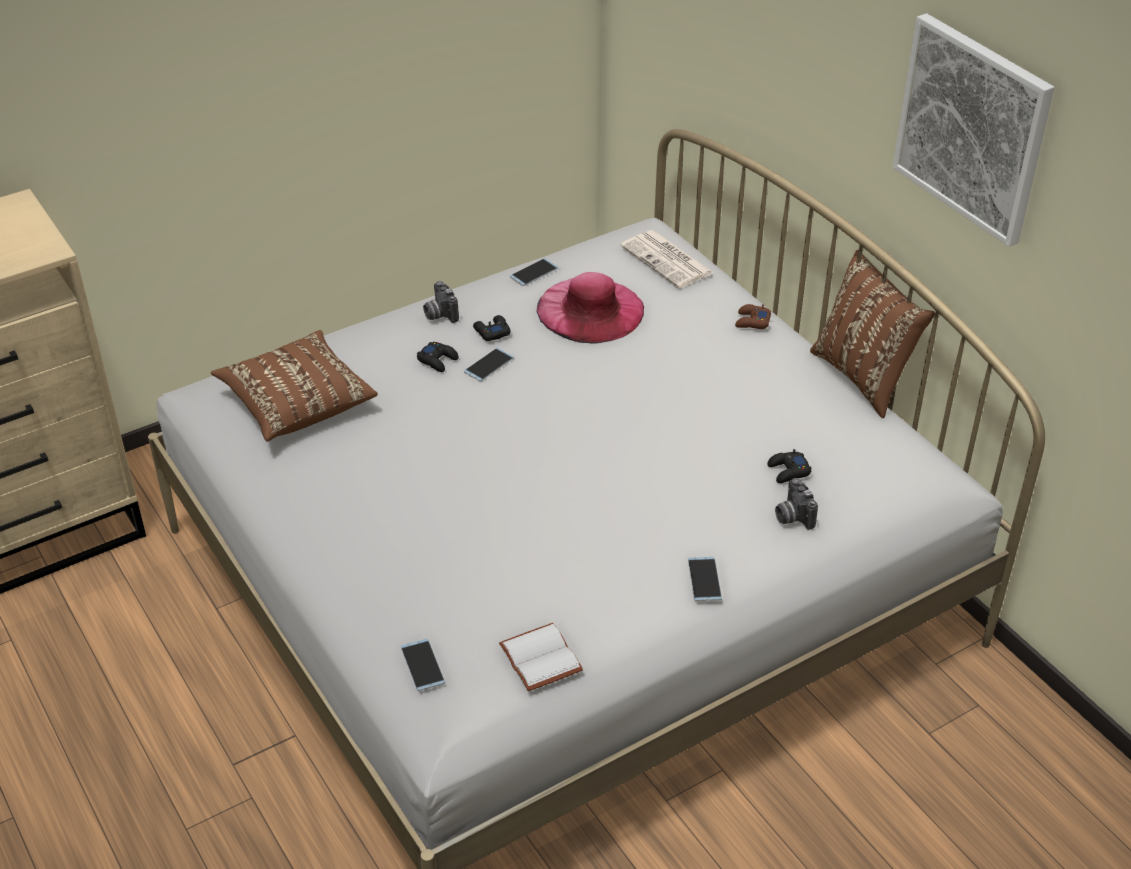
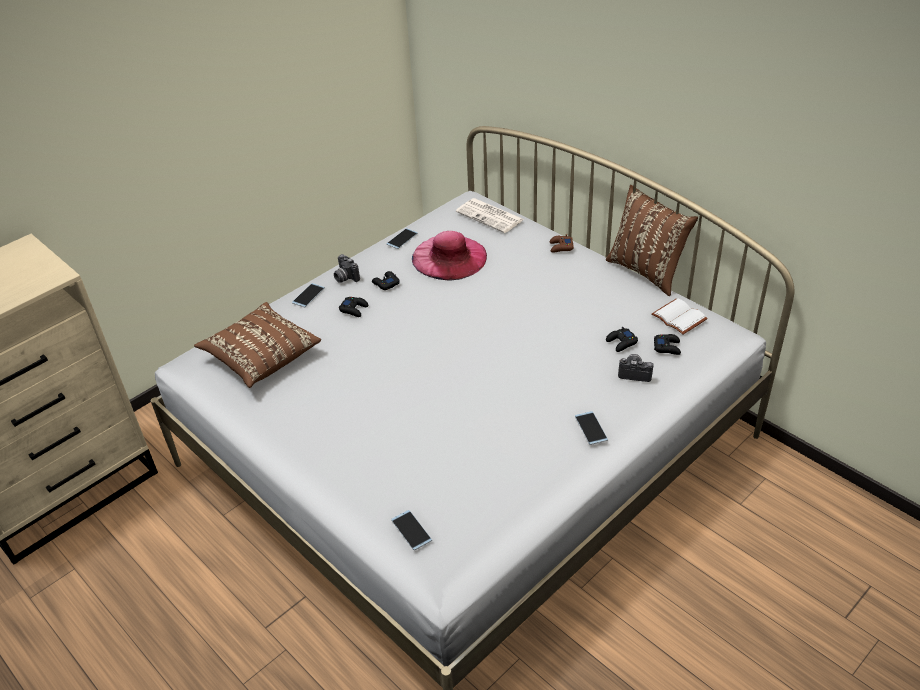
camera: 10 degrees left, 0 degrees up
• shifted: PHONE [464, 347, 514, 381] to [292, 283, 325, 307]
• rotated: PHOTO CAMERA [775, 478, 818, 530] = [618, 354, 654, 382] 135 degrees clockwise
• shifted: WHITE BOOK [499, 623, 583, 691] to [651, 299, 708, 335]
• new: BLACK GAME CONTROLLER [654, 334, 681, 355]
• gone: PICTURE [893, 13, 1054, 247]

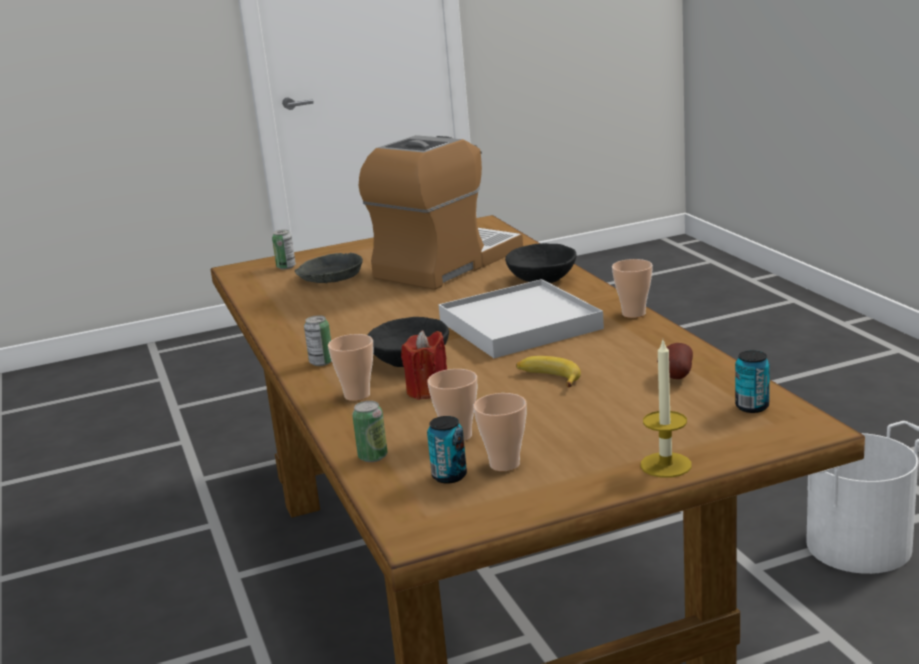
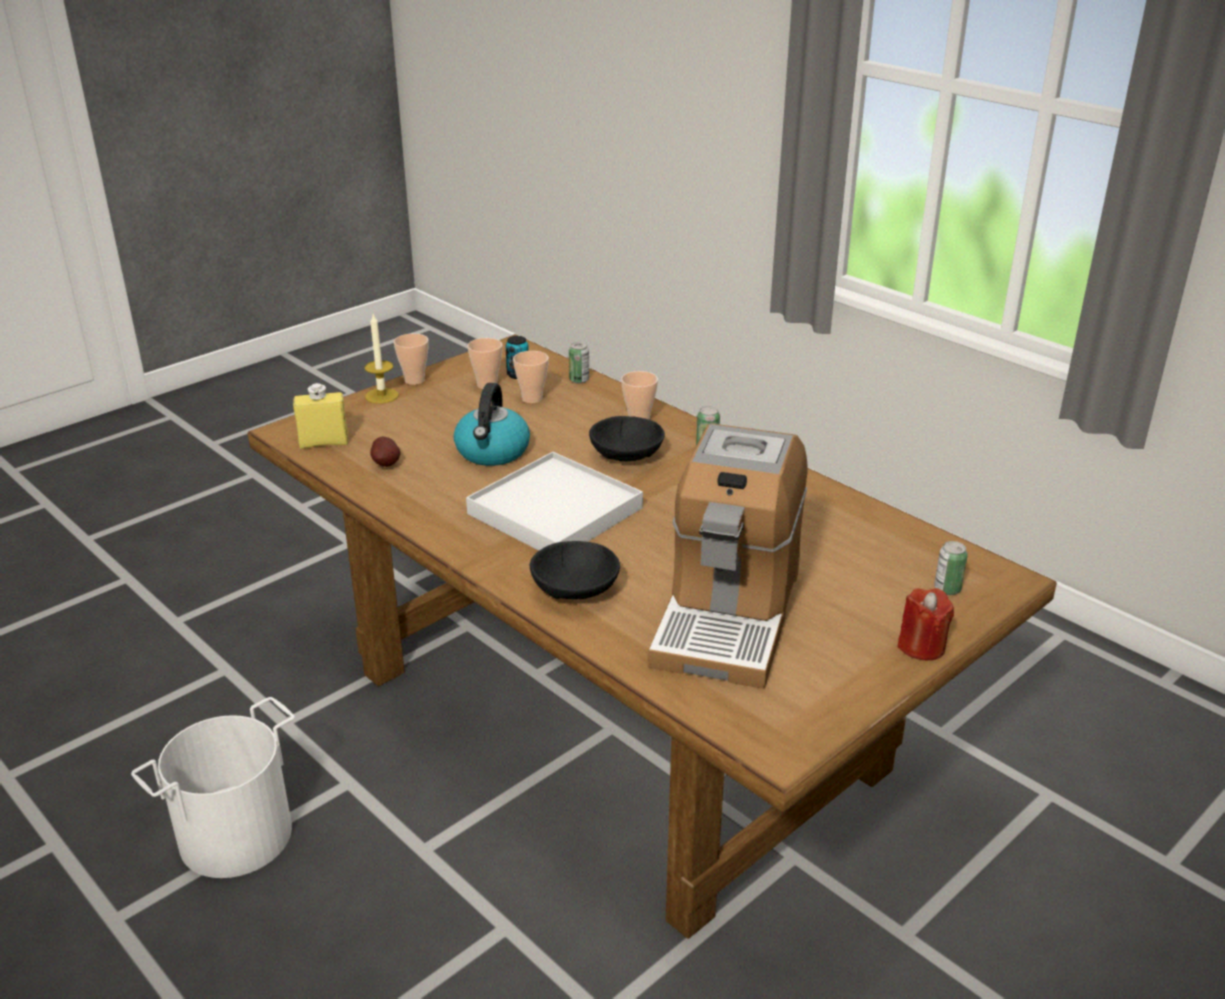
camera: 155 degrees right, 10 degrees up
• swapped: CAN [735, 350, 770, 413] to YELLOW BOTTLE [293, 383, 348, 449]
• shifted: CUP [612, 259, 653, 318] to [394, 334, 429, 385]
• swapped: BANANA [516, 356, 581, 387] to KETTLE [454, 383, 530, 466]
• shifted: RED CANDLE [401, 330, 447, 400] to [897, 588, 954, 661]
• gone: GREY BOWL [295, 253, 363, 283]

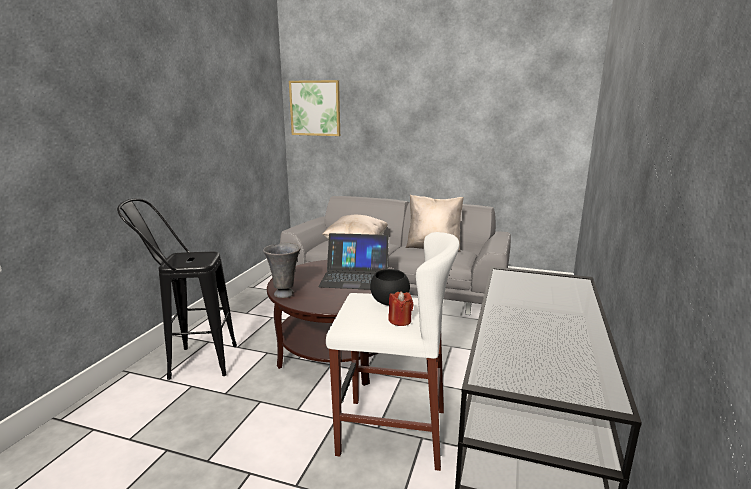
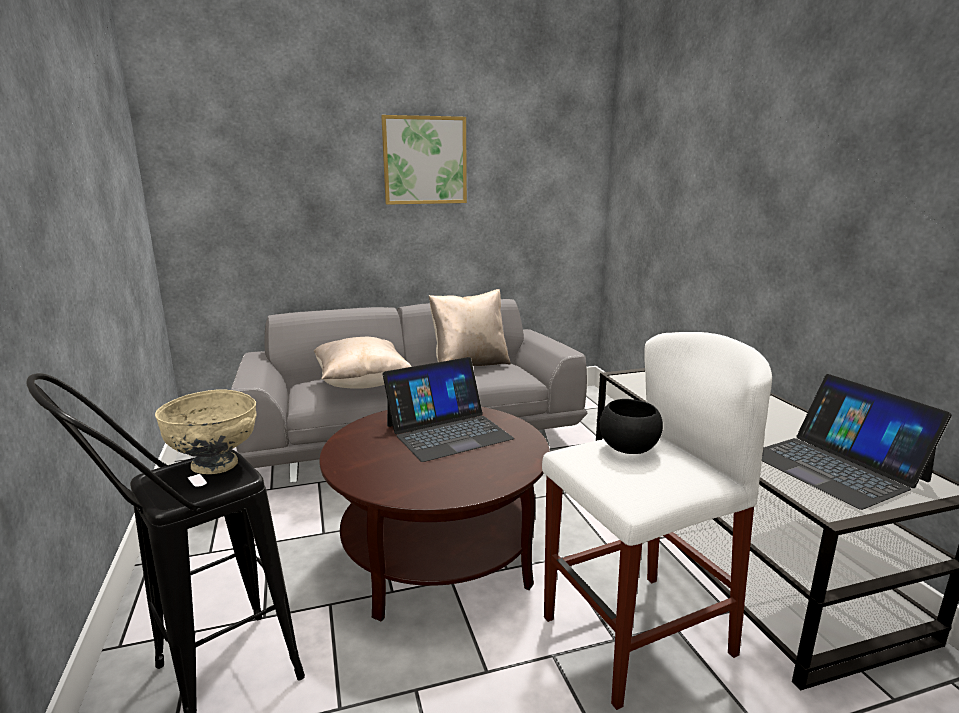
camera: 35 degrees left, 0 degrees up
• new: BEIGE BOWL [155, 389, 257, 474]
• shifted: PICTURE [289, 80, 340, 136] to [381, 115, 467, 205]
• new: LAPTOP [762, 374, 952, 510]
• gone: GREY VASE [263, 243, 301, 298]
• gone: RED CANDLE [388, 291, 414, 326]

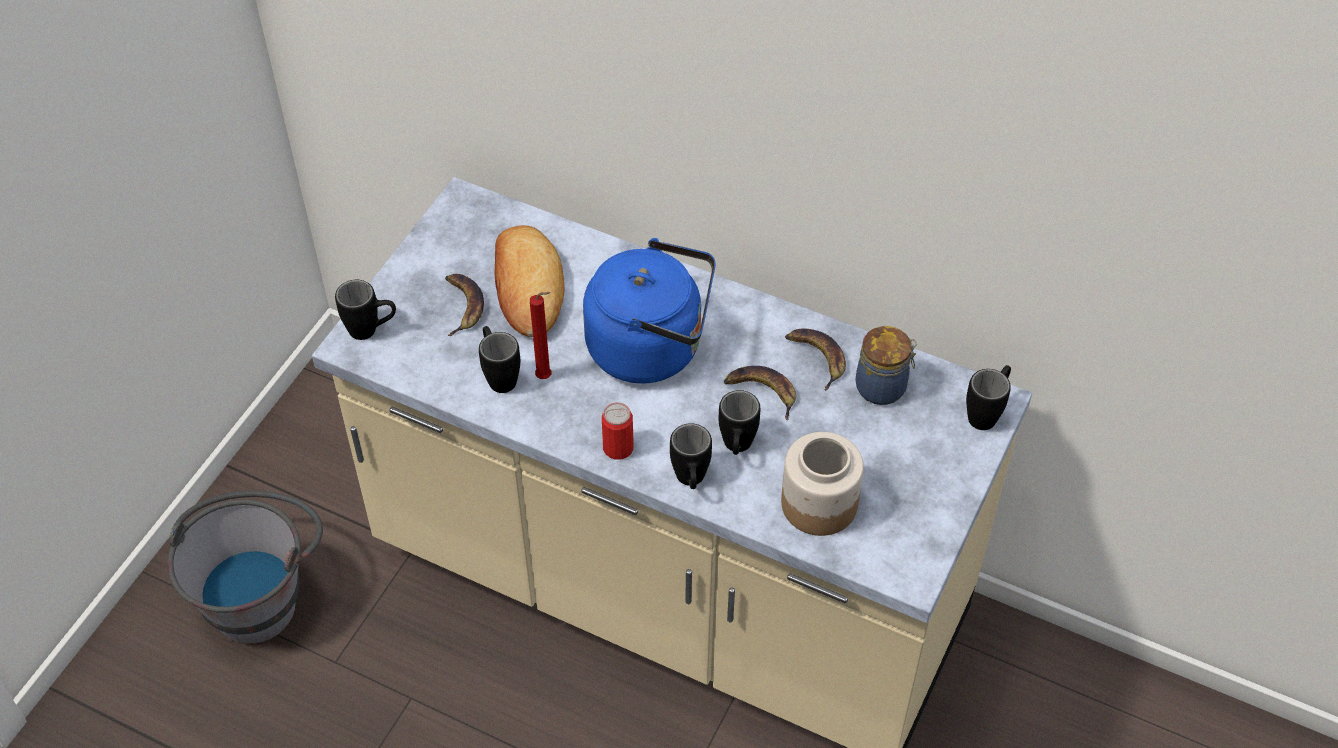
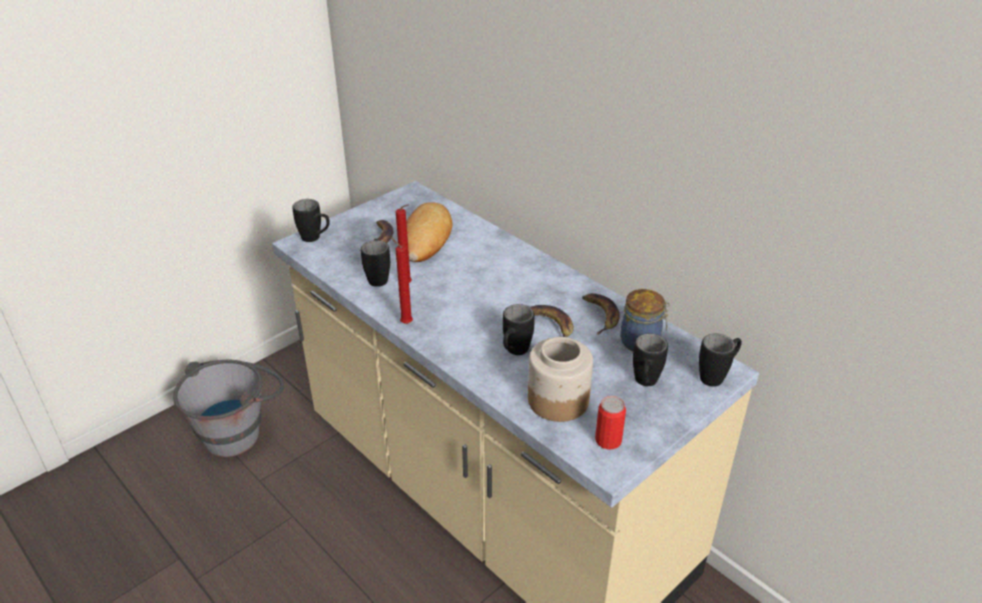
camera: 20 degrees right, 15 degrees down
• new: RED CANDLE [390, 237, 413, 324]
• shifted: CAN [602, 402, 634, 460] to [595, 396, 626, 449]
• shifted: BLACK MUG [670, 423, 712, 489] to [633, 333, 668, 386]
• gone: BLUE KETTLE [583, 238, 715, 384]

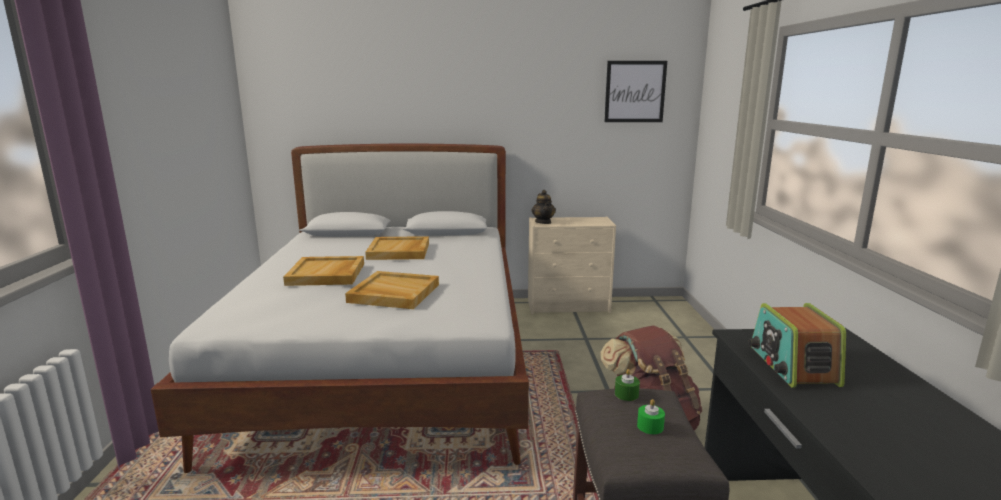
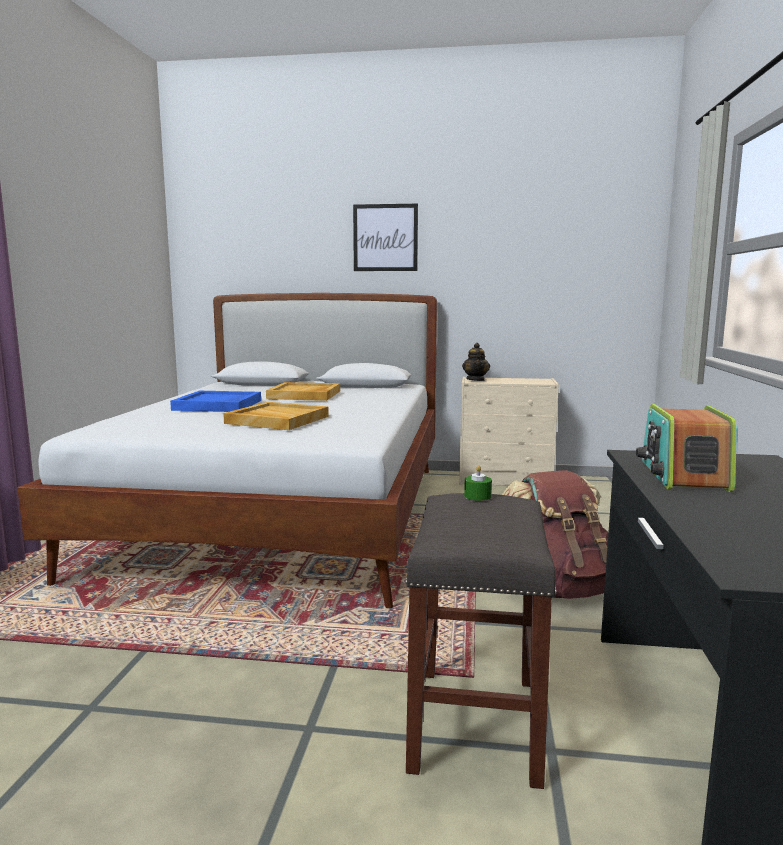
camera: 10 degrees right, 5 degrees down
• repainted: BEIGE TRAY [283, 256, 364, 286] to BLUE TRAY [170, 391, 261, 412]
• shifted: PICTURE [604, 61, 667, 122] to [353, 204, 418, 271]
• gone: GREEN CANDLE [637, 399, 665, 434]

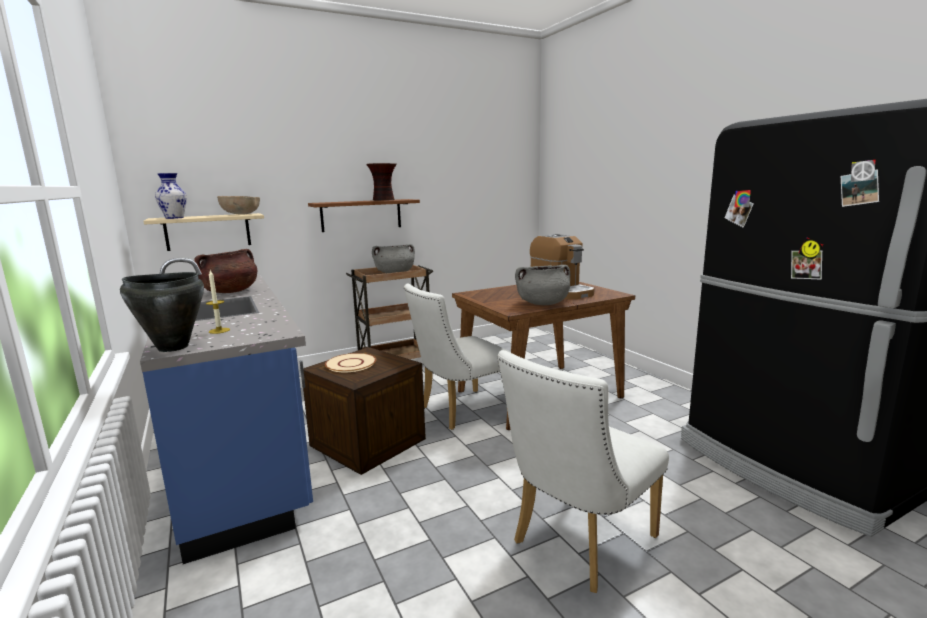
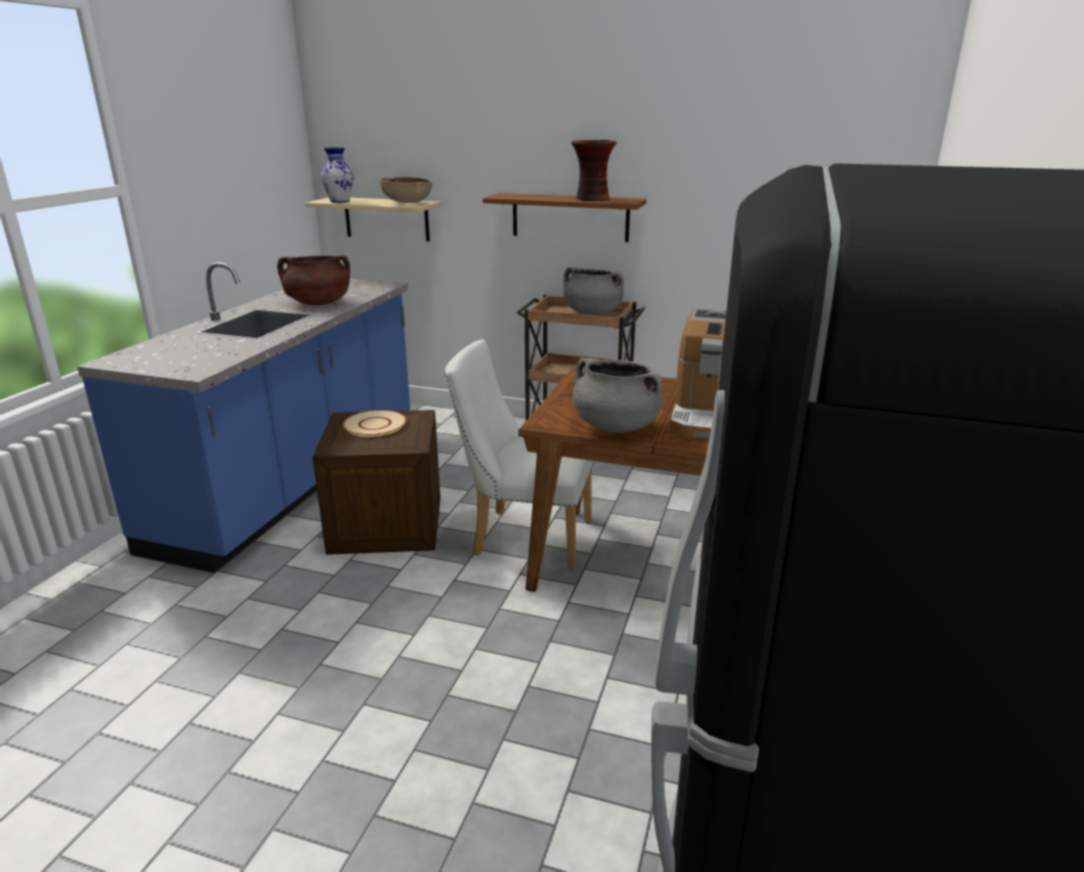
camera: 45 degrees right, 10 degrees up
• gone: BLACK COOKING POT [120, 272, 204, 352]
• gone: CANDLE [206, 270, 230, 334]
• gone: WHITE CHAIR [497, 350, 669, 593]

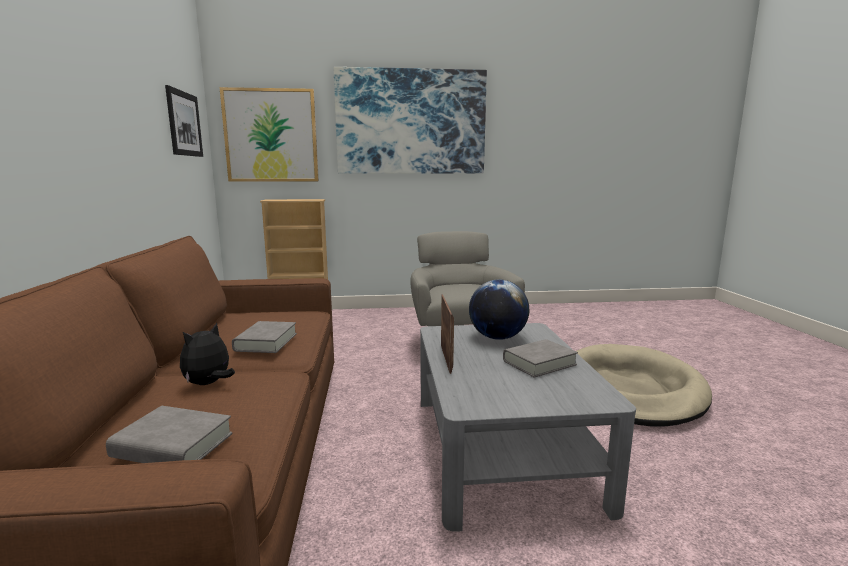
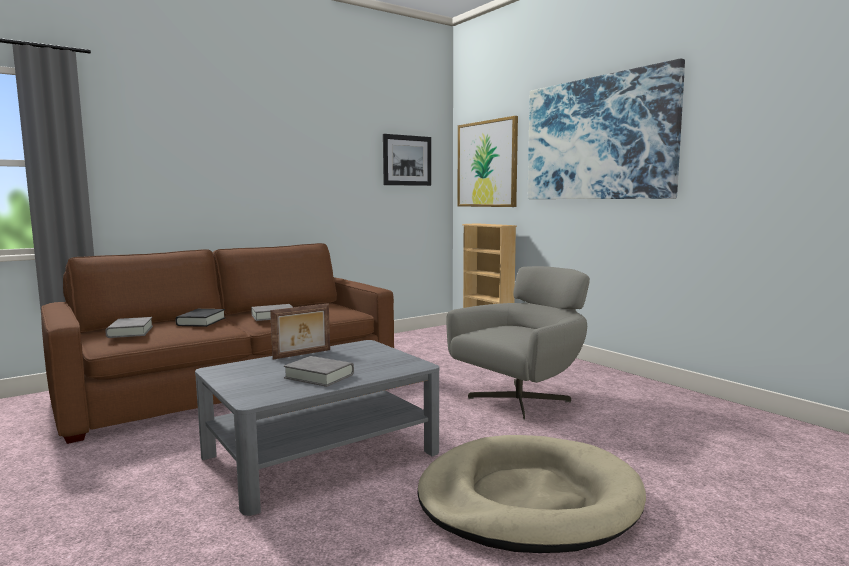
camera: 60 degrees right, 5 degrees down
• swapped: PLUSH TOY [180, 323, 235, 385] to BLACK BOOK [176, 309, 225, 327]
• gone: GLOBE [469, 279, 529, 340]

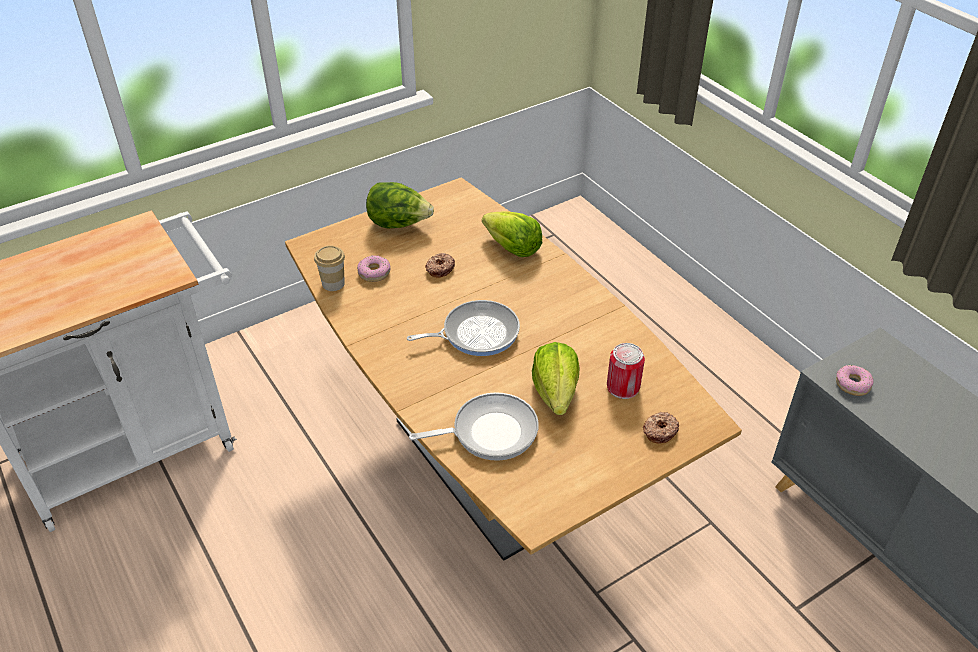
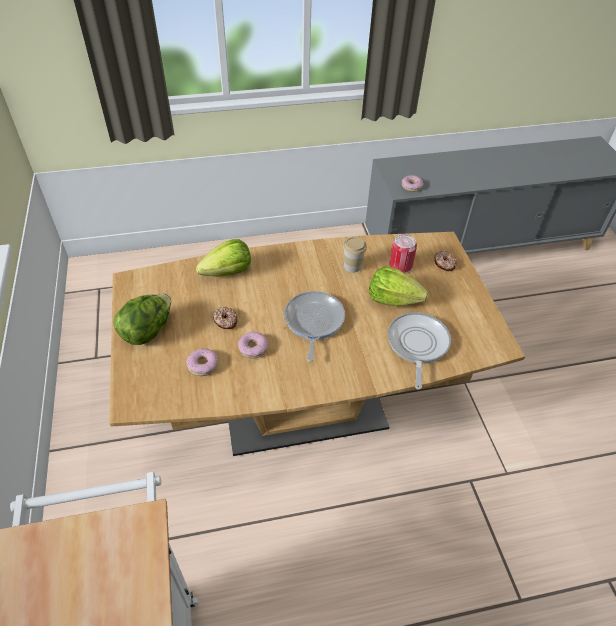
camera: 70 degrees left, 5 degrees up
• new: DONUT [238, 331, 269, 358]
• shifted: CUP [314, 246, 345, 291] to [343, 237, 367, 273]

